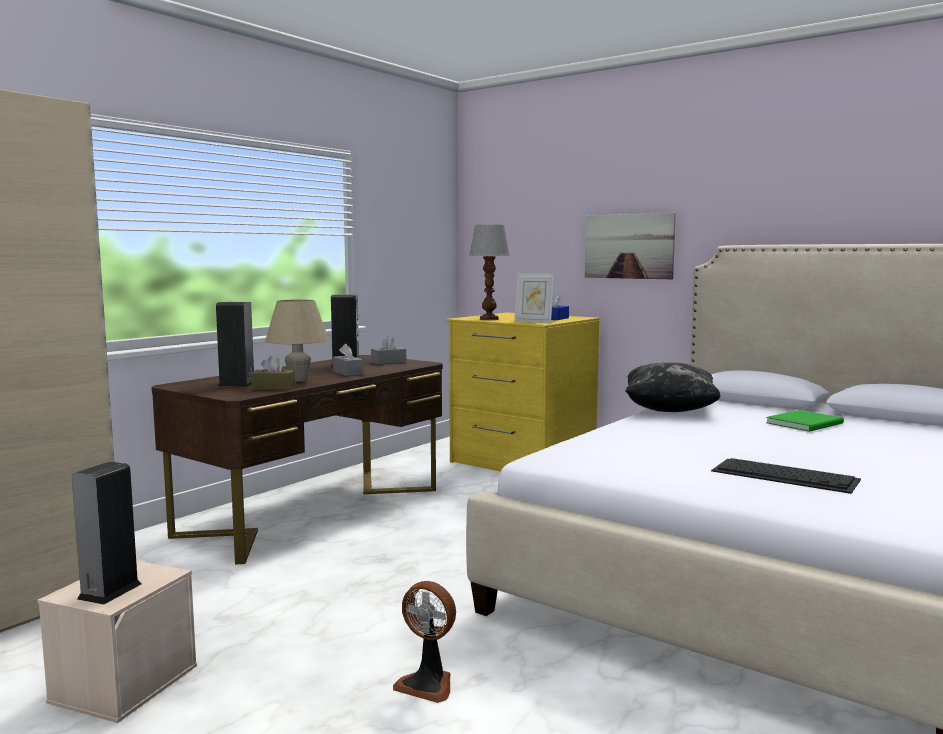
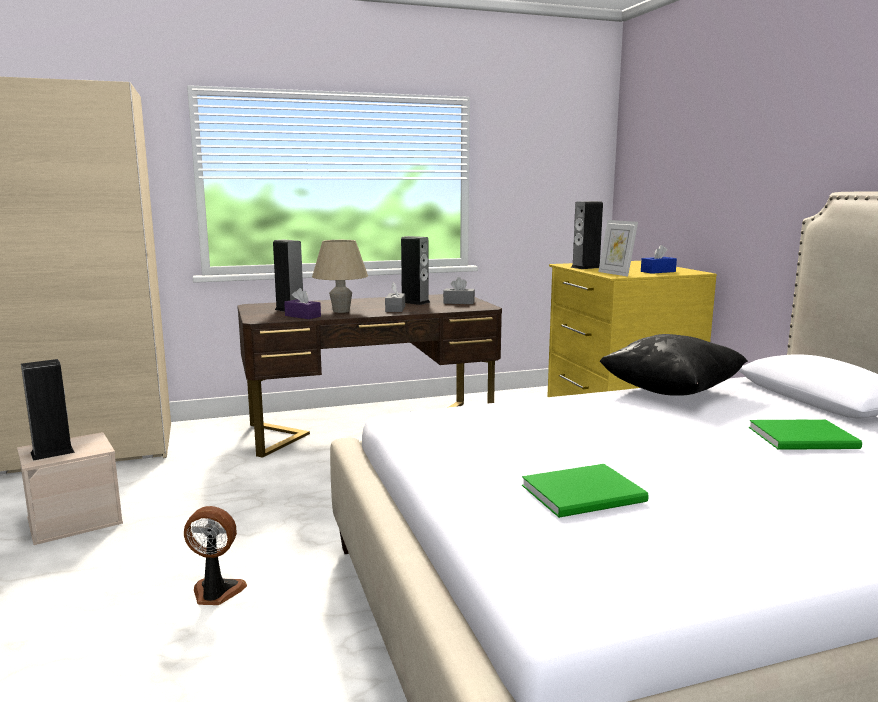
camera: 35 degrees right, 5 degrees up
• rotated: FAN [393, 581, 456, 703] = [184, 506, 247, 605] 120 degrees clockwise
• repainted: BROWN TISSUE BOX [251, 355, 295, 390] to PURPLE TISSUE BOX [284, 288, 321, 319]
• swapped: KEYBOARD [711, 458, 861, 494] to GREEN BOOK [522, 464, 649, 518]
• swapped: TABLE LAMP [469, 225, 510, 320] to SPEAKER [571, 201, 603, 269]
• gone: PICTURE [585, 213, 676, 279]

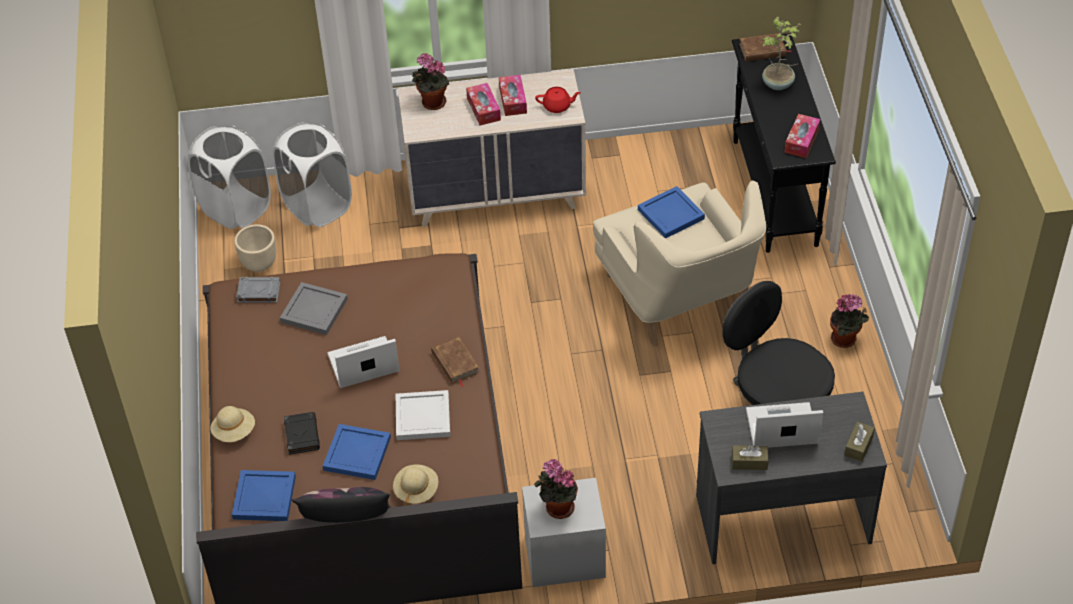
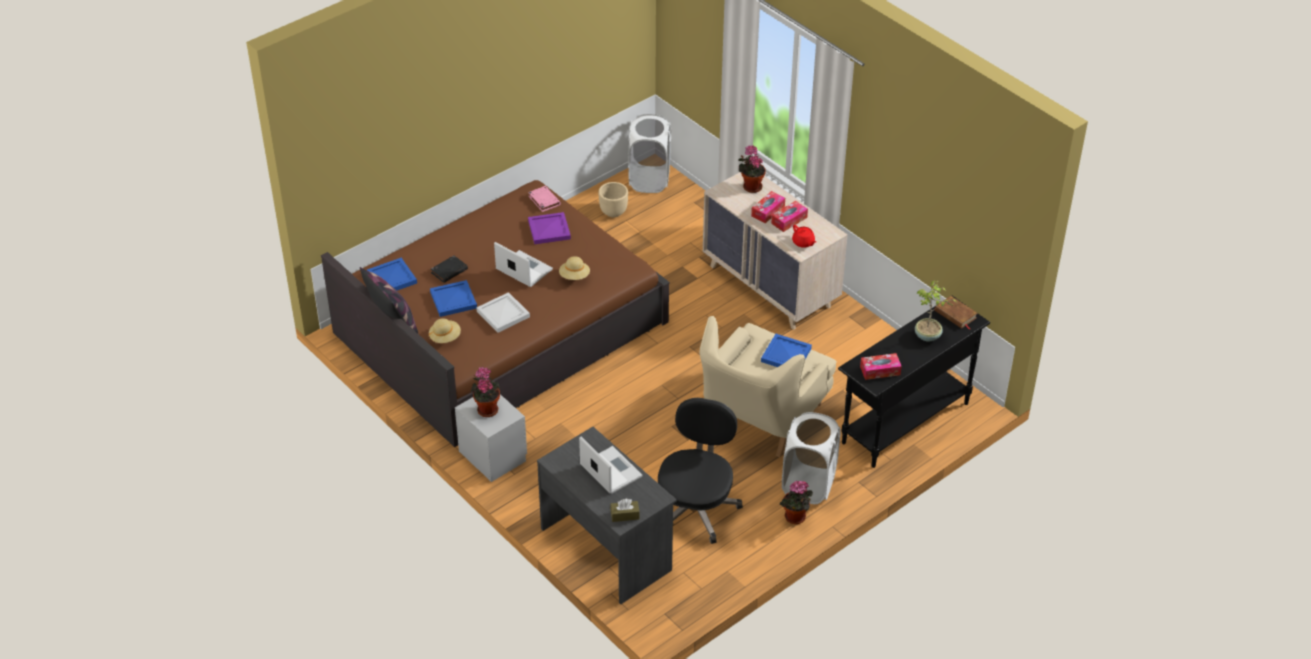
camera: 55 degrees right, 5 degrees down
• repainted: GREY BOOK [236, 277, 281, 303] to PINK BOOK [528, 186, 561, 212]
• repainted: GREY TRAY [280, 282, 348, 335] to PURPLE TRAY [528, 212, 571, 244]
• shifted: BEIGE HAT [210, 406, 255, 442] to [559, 256, 590, 280]
• shifted: WHITE LAUNDRY BASKET [272, 122, 352, 227] to [782, 412, 841, 504]
• gone: BROWN BOOK [431, 336, 480, 388]
• gone: BROWN TISSUE BOX [732, 445, 769, 470]

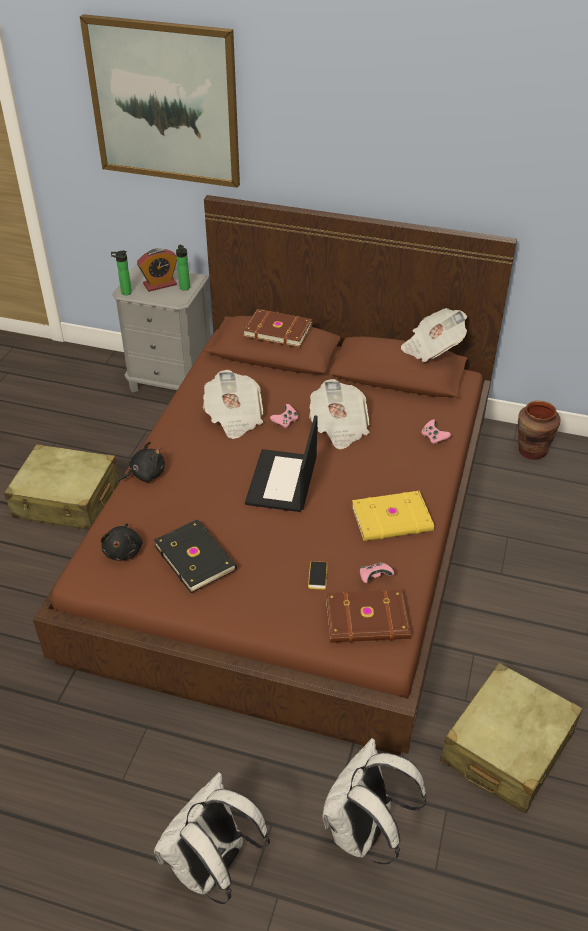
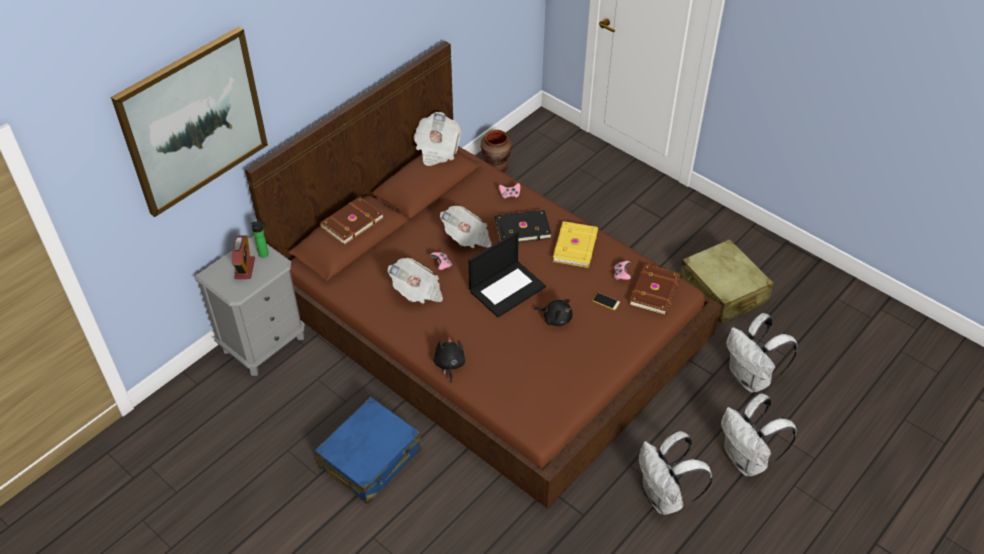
camera: 65 degrees left, 5 degrees up
• repainted: BEIGE SUITCASE [4, 444, 120, 530] to BLUE SUITCASE [315, 397, 422, 504]
• rotated: LAPTOP [245, 415, 318, 512] = [469, 231, 546, 317] 75 degrees counterclockwise
• shifted: BLACK BOOK [154, 519, 237, 593] to [495, 210, 551, 243]
• shifted: BLACK PLUSH TOY [101, 523, 142, 561] to [534, 299, 573, 326]
• new: WHITE BACKPACK [639, 431, 712, 515]
• gone: BOTTLE [111, 250, 132, 295]

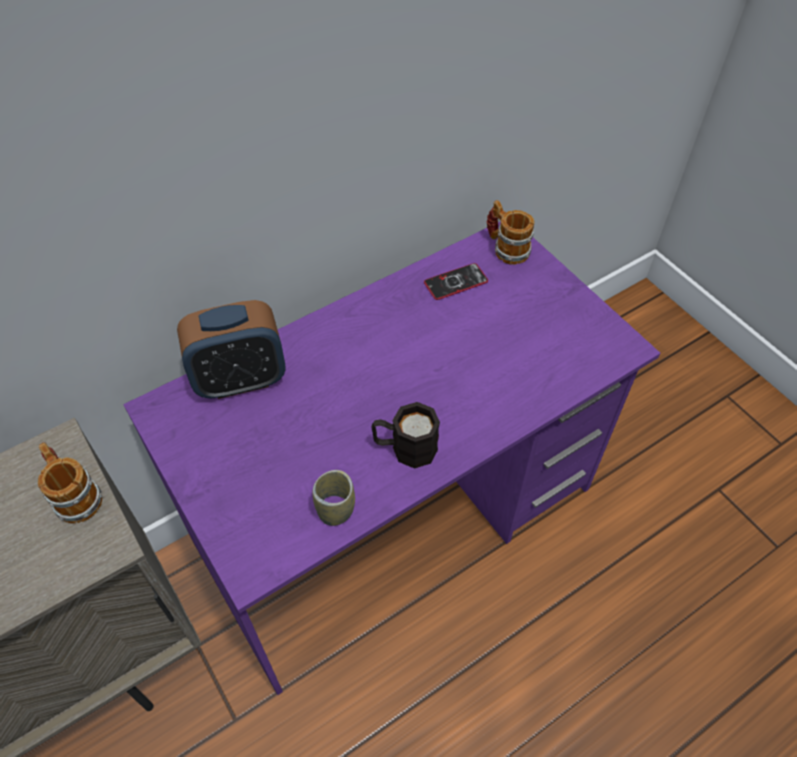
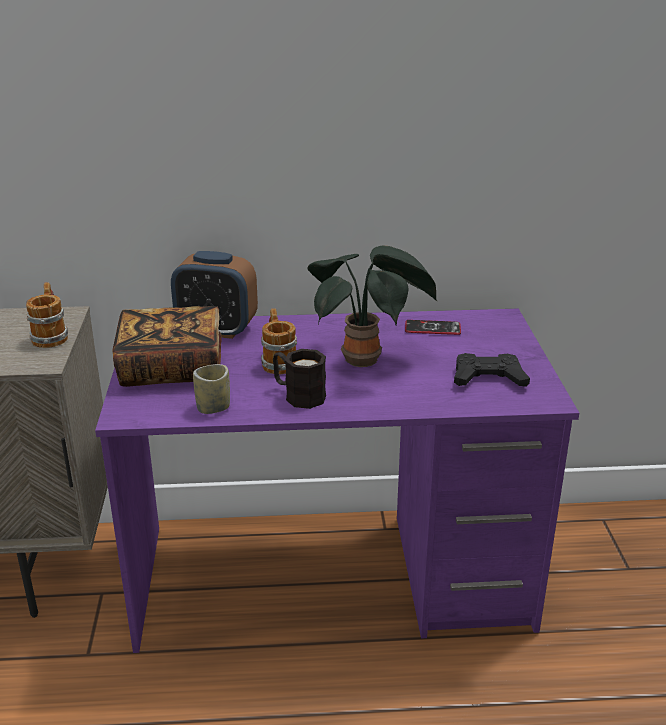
camera: 30 degrees right, 25 degrees down
• new: BOOK [112, 306, 222, 387]
• shifted: MUG [487, 200, 535, 265] to [261, 308, 297, 374]
• new: POTTED PLANT [307, 245, 438, 367]
• new: BLACK GAME CONTROLLER [454, 353, 530, 387]

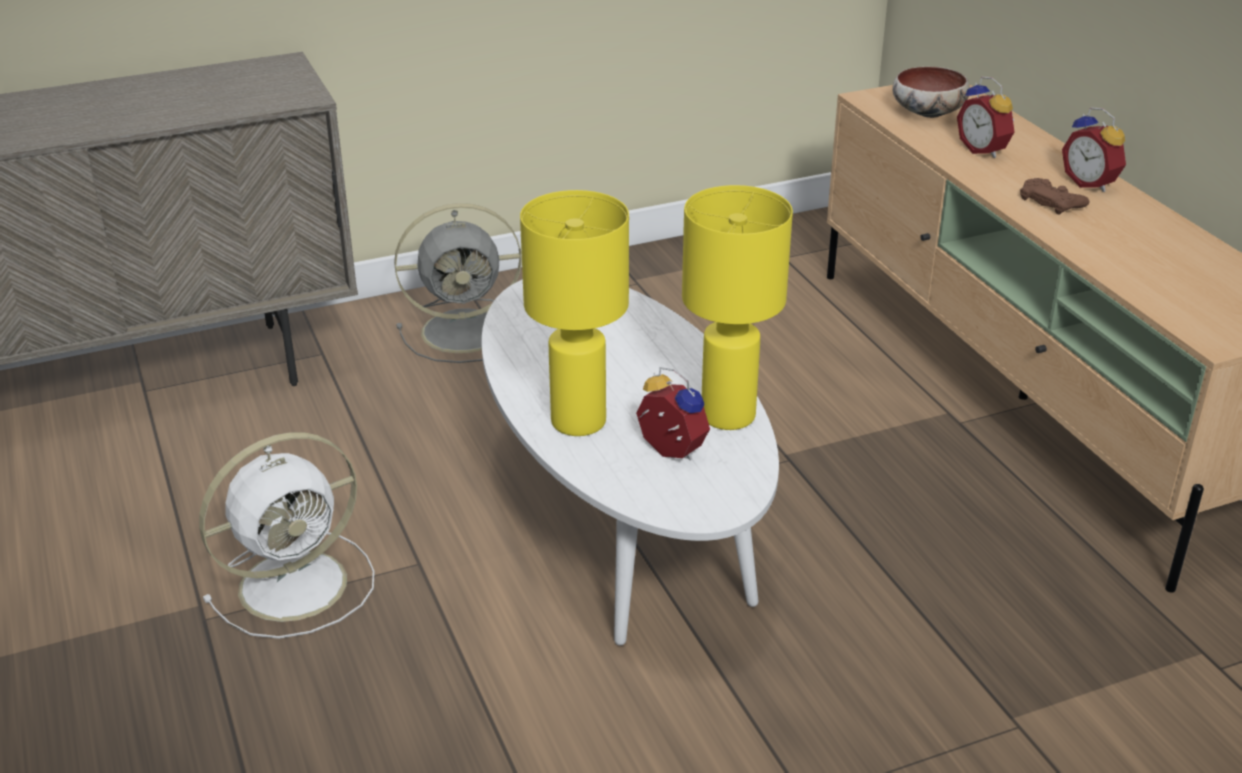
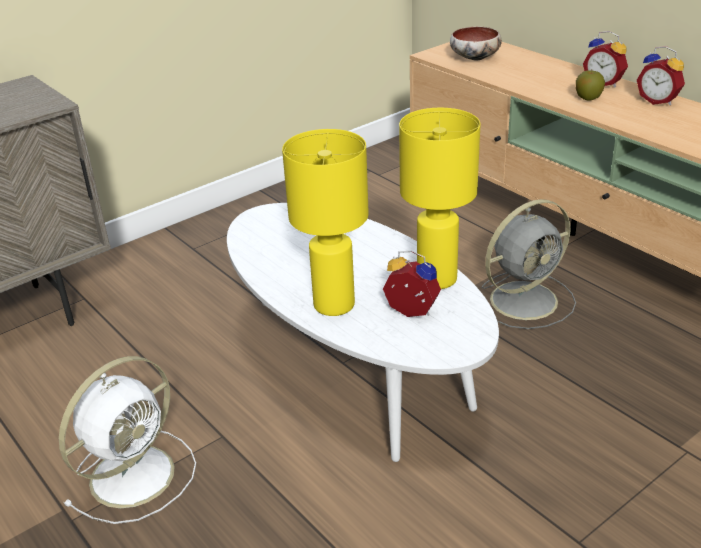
camera: 15 degrees left, 0 degrees up
• shifted: GREY FAN [394, 203, 522, 363] to [482, 199, 576, 329]
• swapped: BROWN GAME CONTROLLER [1020, 178, 1090, 215] to APPLE [576, 70, 605, 101]
• shifted: ALARM CLOCK [957, 77, 1014, 158] to [637, 46, 685, 105]

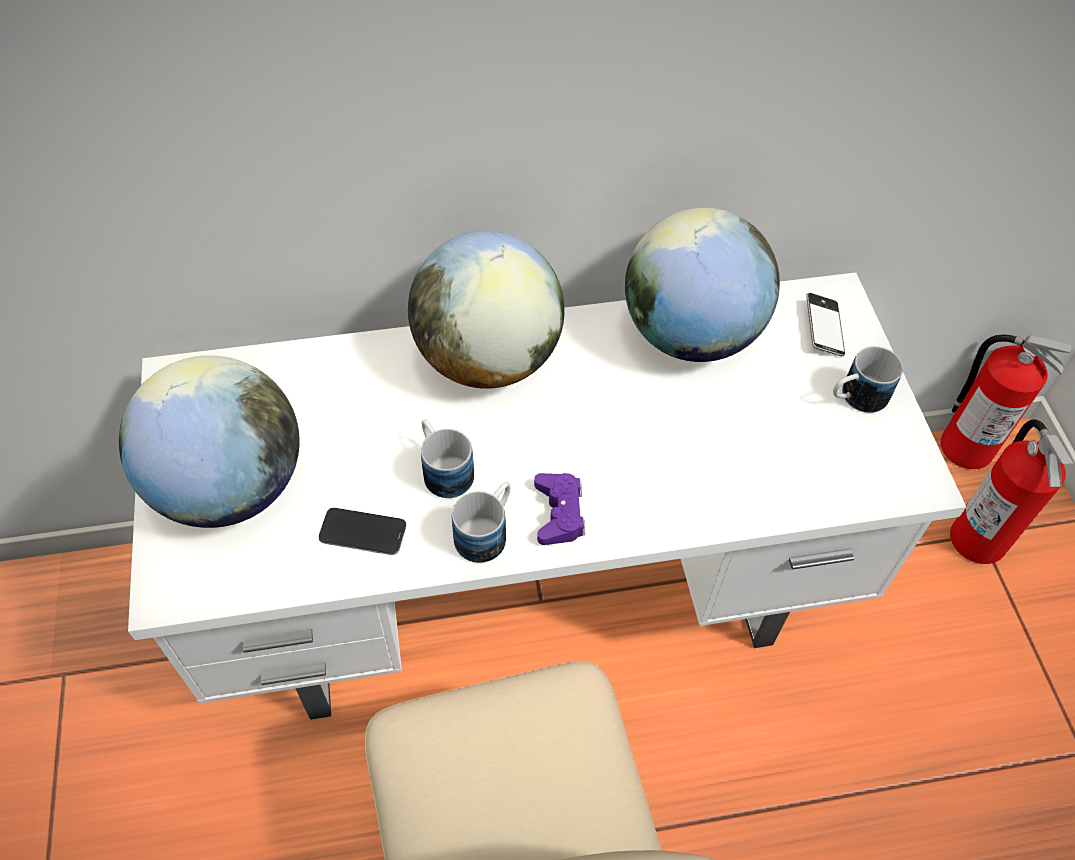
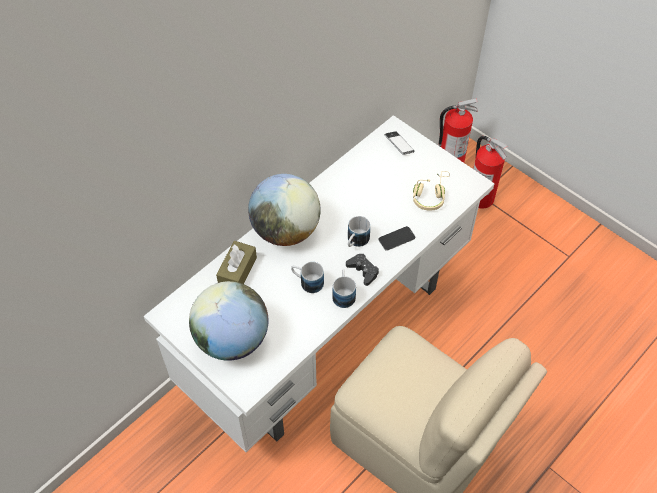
camera: 35 degrees left, 0 degrees up
• new: BROWN TISSUE BOX [216, 241, 257, 284]
• repainted: PURPLE GAME CONTROLLER [534, 473, 585, 545] to BLACK GAME CONTROLLER [346, 254, 379, 286]
• shifted: MUG [833, 346, 903, 413] to [348, 216, 370, 247]
• shifted: PHONE [319, 508, 406, 555] to [378, 226, 415, 251]
• new: BEIGE HEADPHONES [413, 171, 450, 211]
• gone: GLOBE [625, 208, 780, 362]

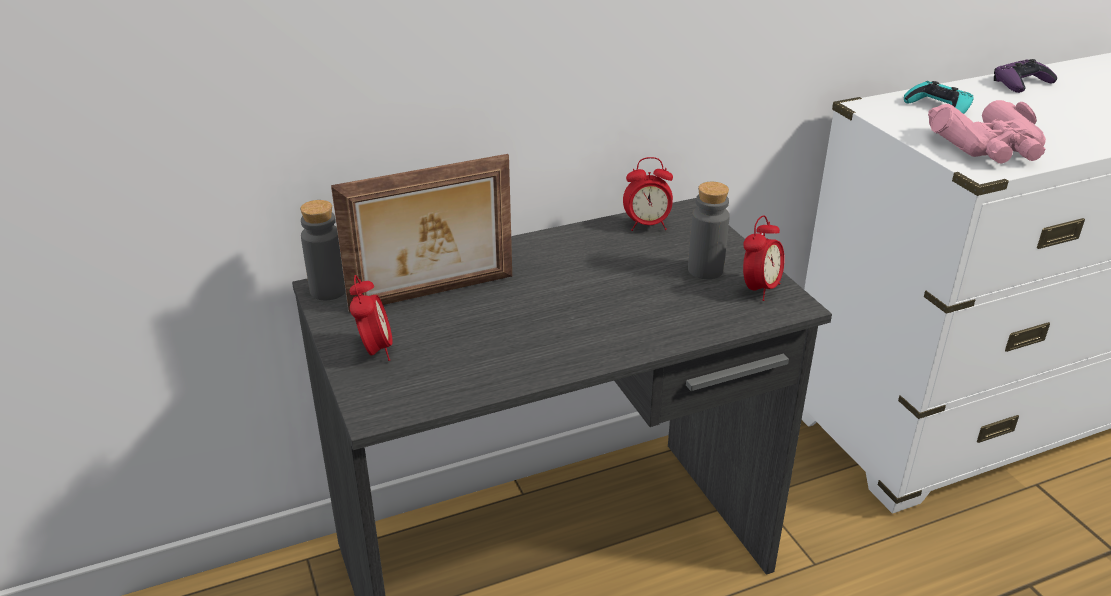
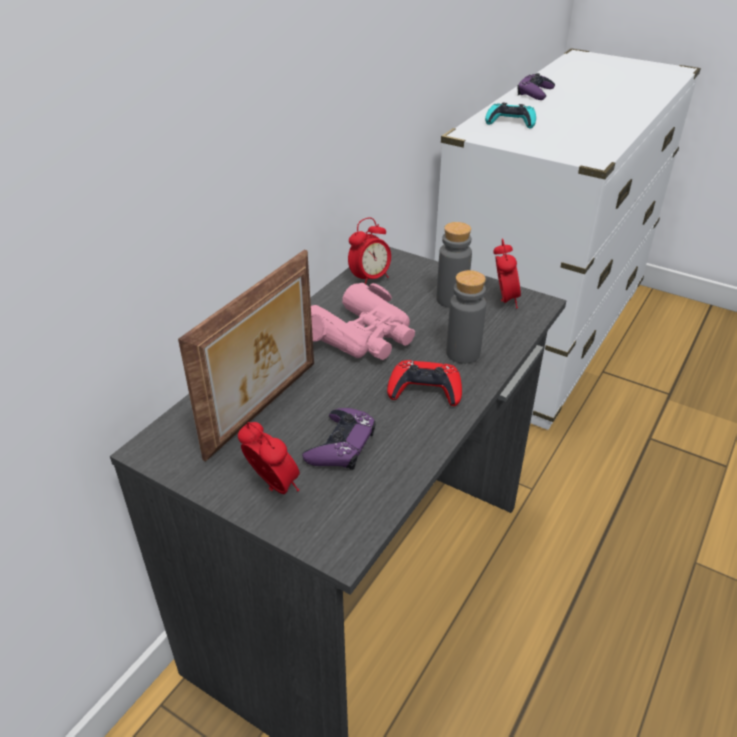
camera: 35 degrees left, 5 degrees up
• new: PURPLE GAME CONTROLLER [302, 408, 376, 470]
• shifted: PINK BINOCULARS [928, 100, 1046, 163] to [311, 283, 415, 360]
• new: RED GAME CONTROLLER [387, 360, 462, 406]
• shifted: GREY BOTTLE [300, 200, 346, 300] to [446, 270, 486, 364]

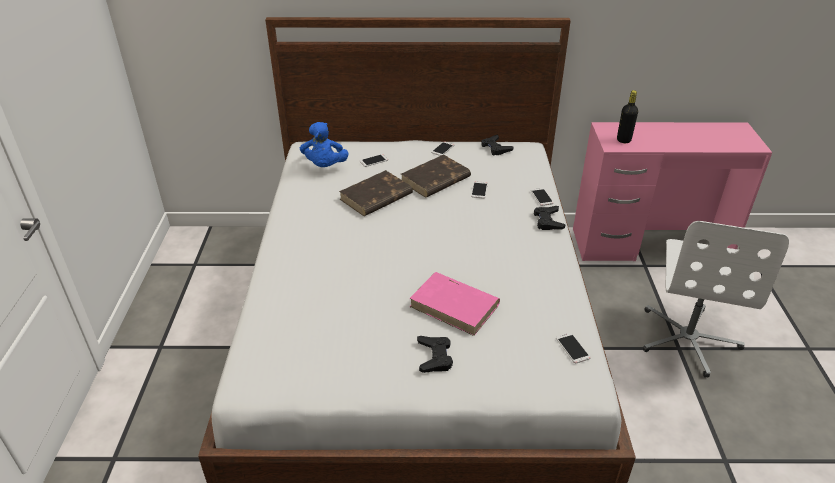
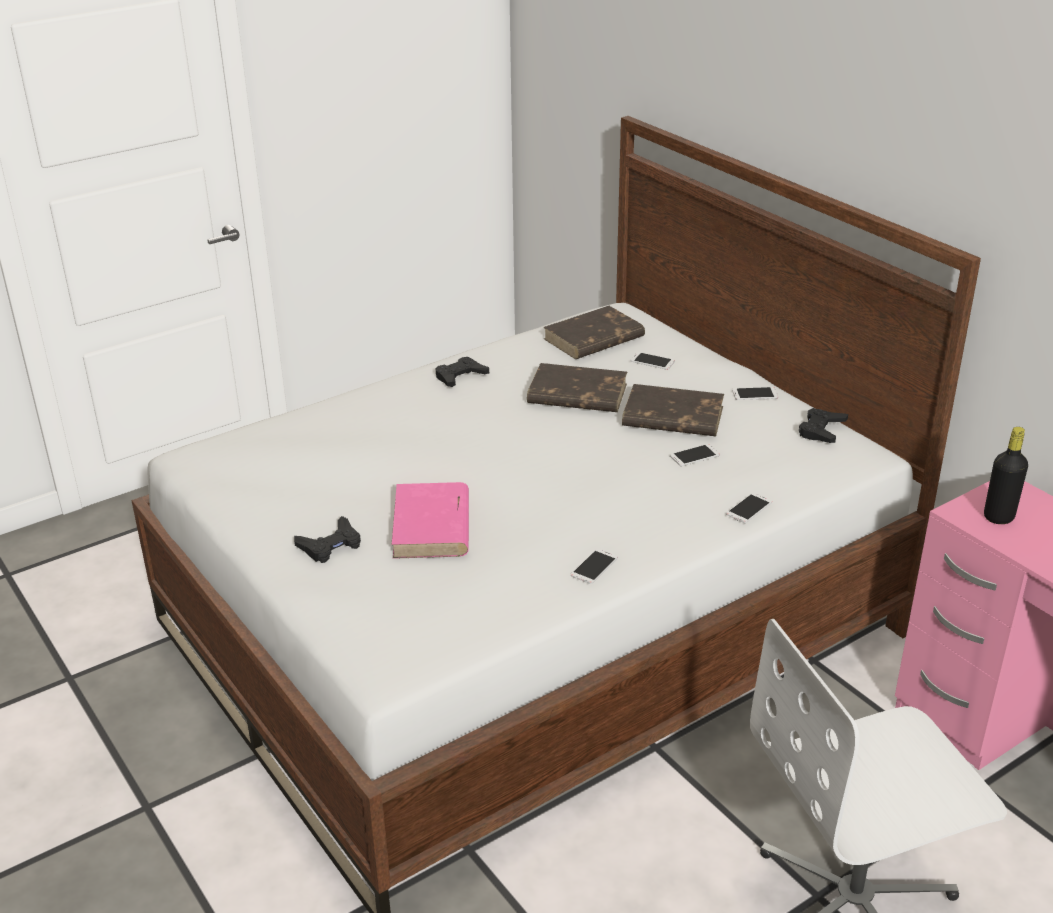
camera: 55 degrees right, 5 degrees down
• shifted: BLACK GAME CONTROLLER [534, 206, 565, 230] to [435, 357, 489, 387]
• swapped: BLUE PLUSH TOY [300, 122, 349, 167] to BROWN BOOK [543, 306, 645, 359]
• shifted: PHONE [556, 333, 591, 363] to [571, 549, 618, 584]

